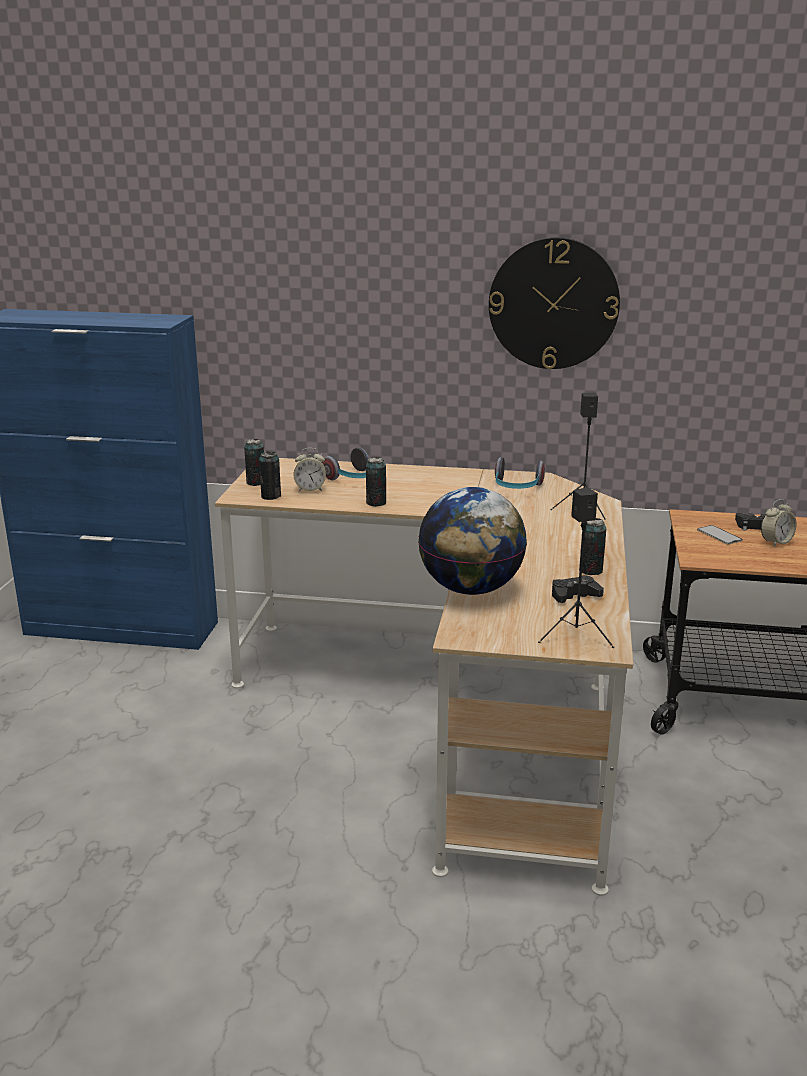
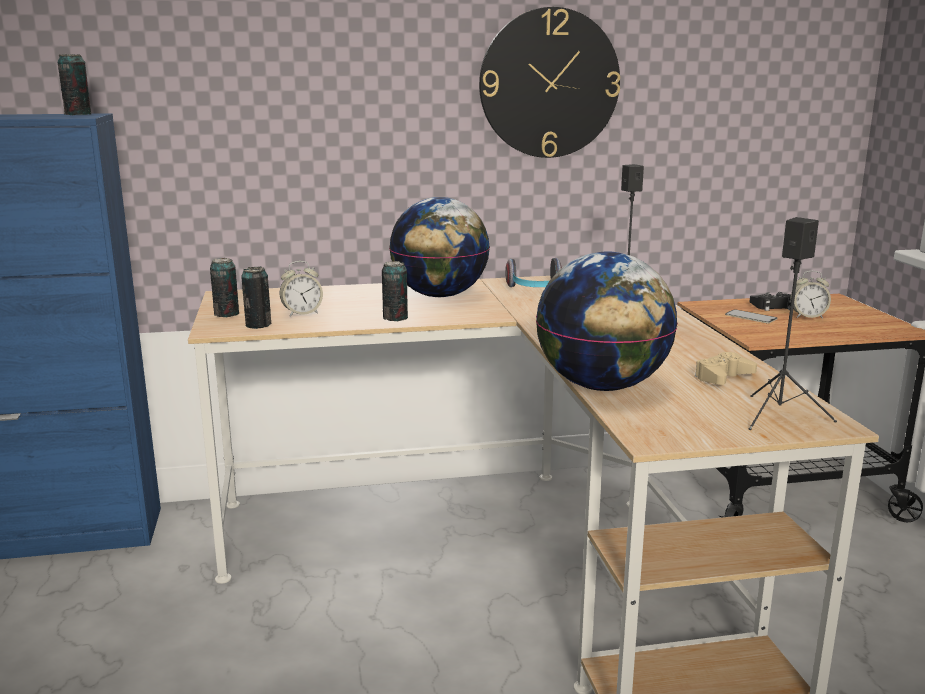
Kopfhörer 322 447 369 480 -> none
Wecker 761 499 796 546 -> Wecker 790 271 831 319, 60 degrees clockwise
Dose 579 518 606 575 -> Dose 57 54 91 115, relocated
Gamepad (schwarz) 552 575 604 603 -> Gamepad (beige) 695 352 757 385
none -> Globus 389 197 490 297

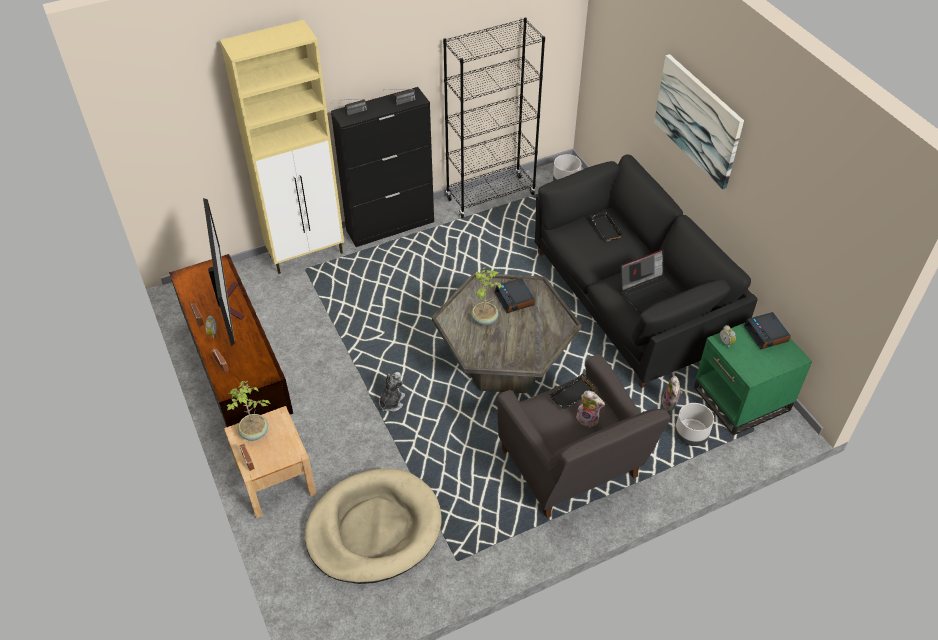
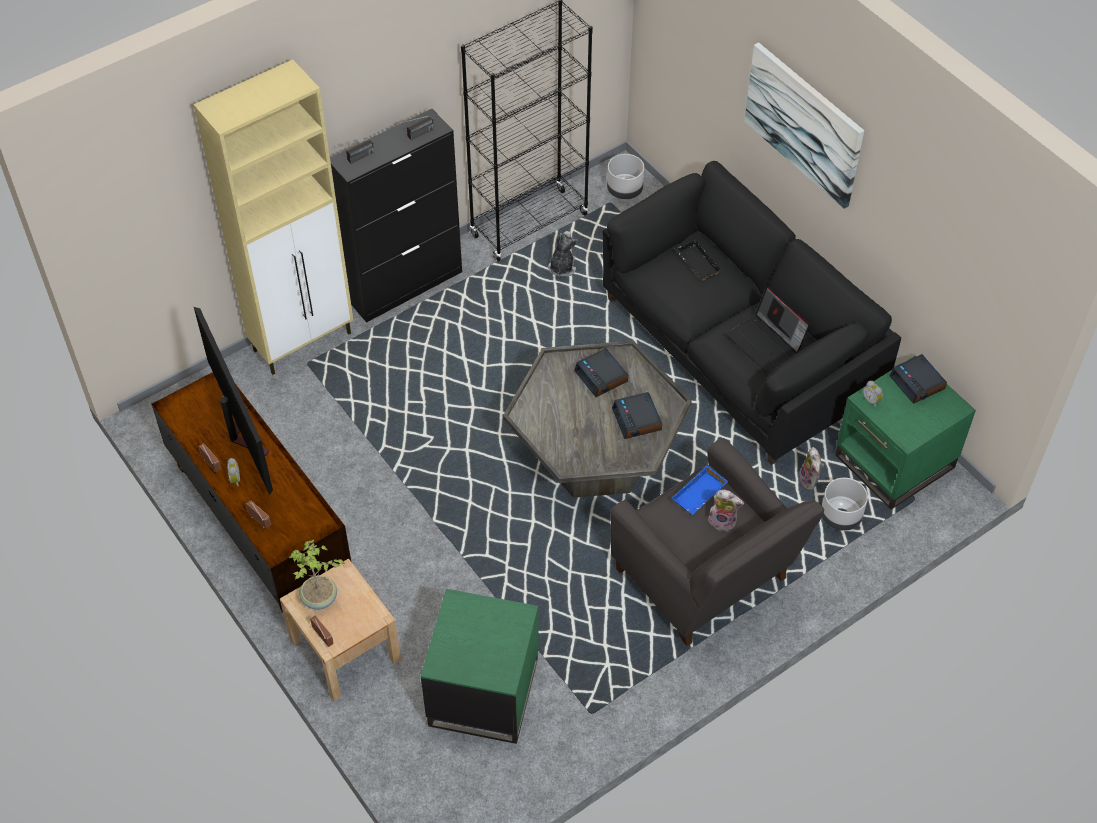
Laptop 621 249 679 313 -> Laptop 726 286 810 373, 90 degrees clockwise
Topfpflanze 471 267 503 325 -> none
Plüschtier 379 372 405 412 -> Plüschtier 548 231 578 277, relocated
Tablett (schwarz) 549 374 598 410 -> Tablett (blau) 671 465 728 515
Hundebett (beige) 305 469 442 584 -> Beistelltisch (grün) 421 589 539 744
none -> Wecker 612 392 662 439

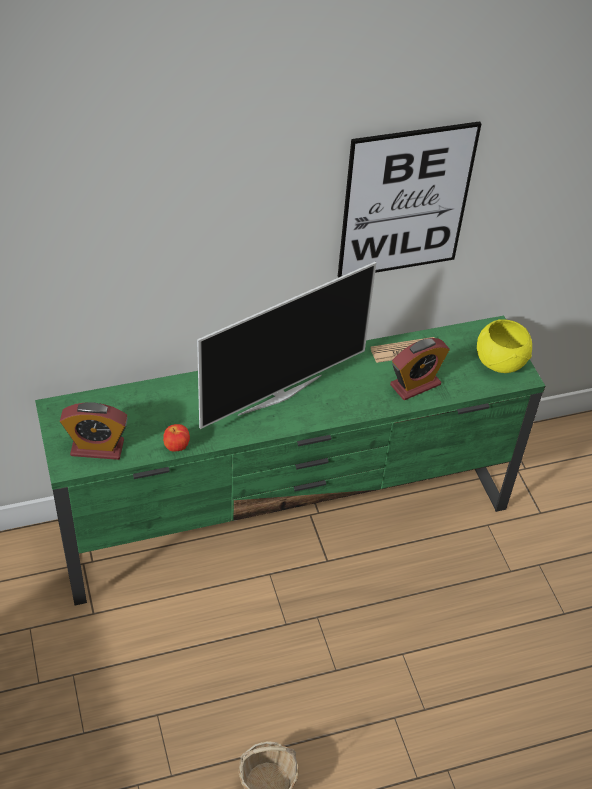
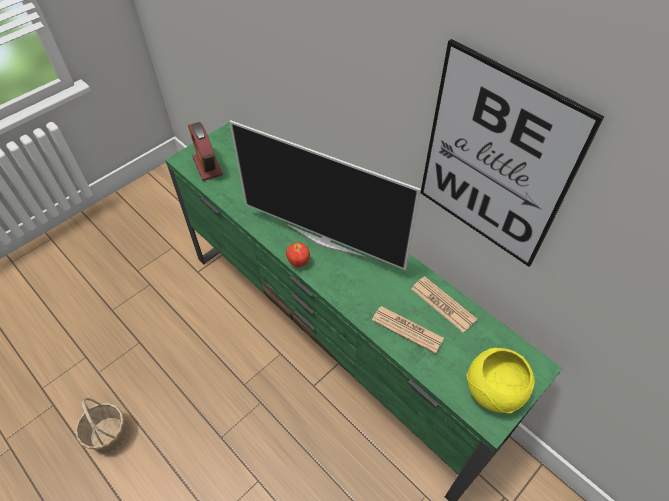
Wecker 390 338 450 400 -> Zeitung 372 306 444 354
Apfel 163 424 190 452 -> Apfel 286 243 310 267, relocated

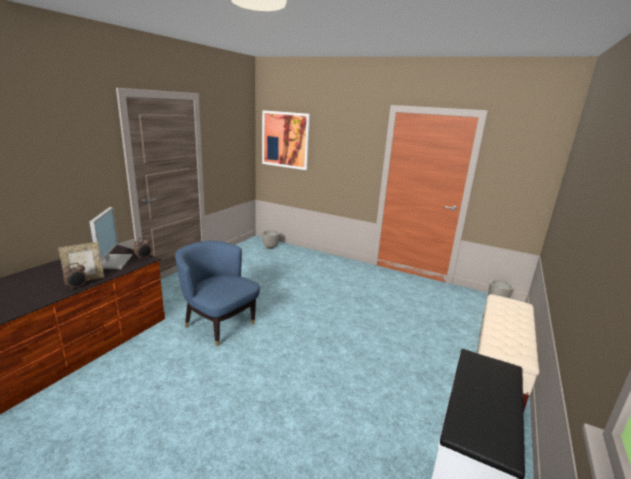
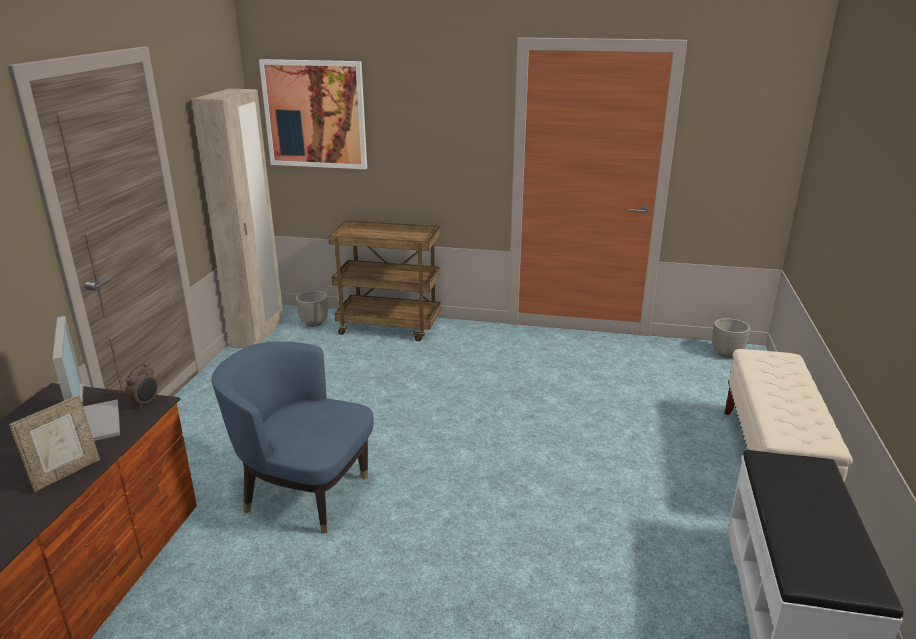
Wecker 63 263 87 290 -> none
none -> Kleiderschrank (beige) 191 89 283 349
none -> Rollwagen (braun) 328 220 441 341

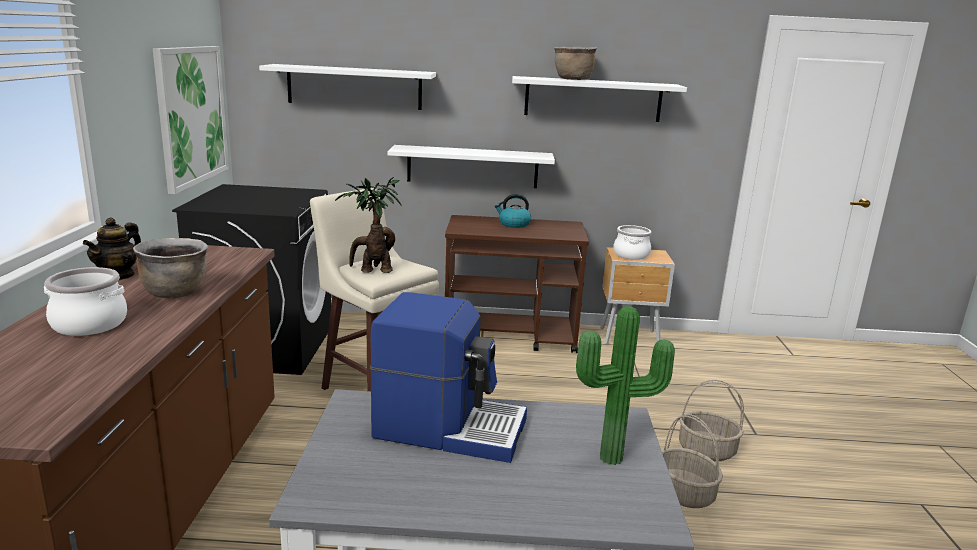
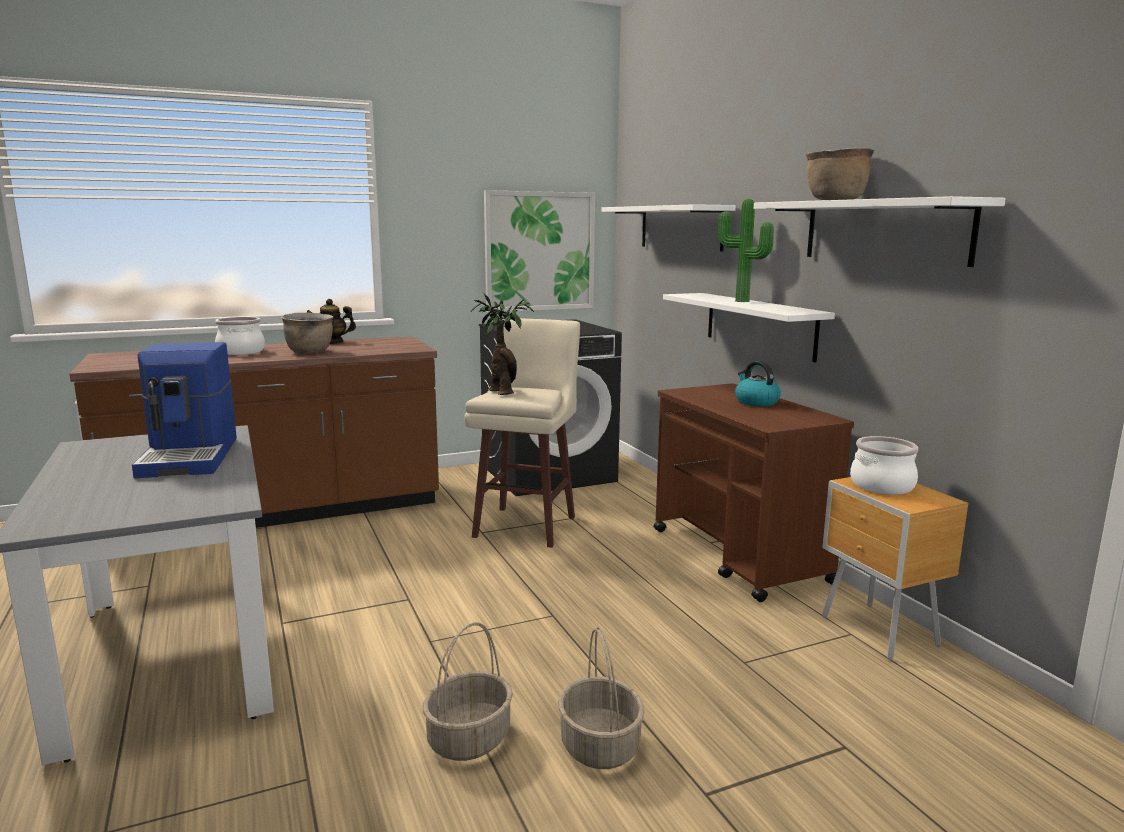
Topfpflanze 576 306 675 465 -> Topfpflanze 718 199 774 302, relocated

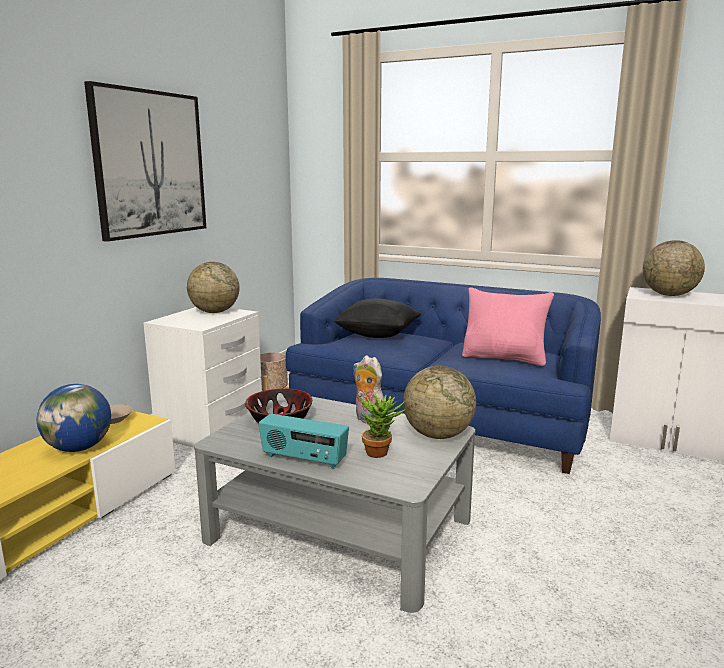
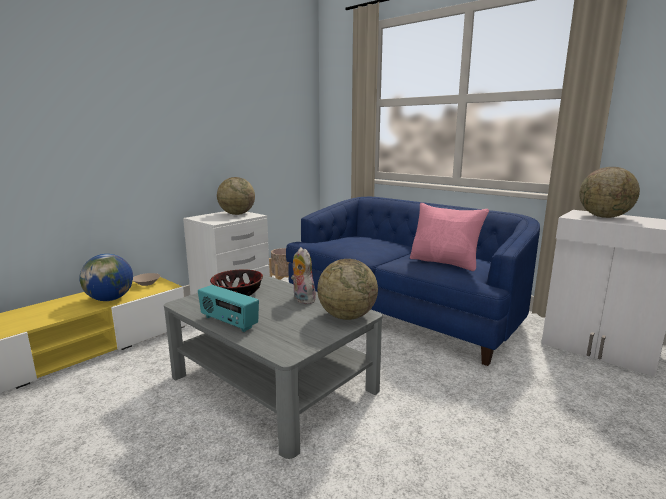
Bild 84 81 206 242 -> none
Kissen (schwarz) 333 299 421 338 -> none
Topfpflanze 360 391 406 458 -> none

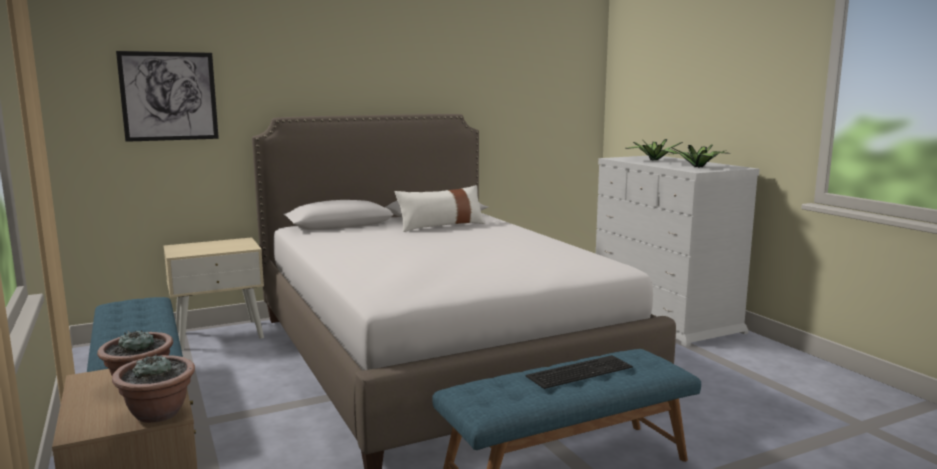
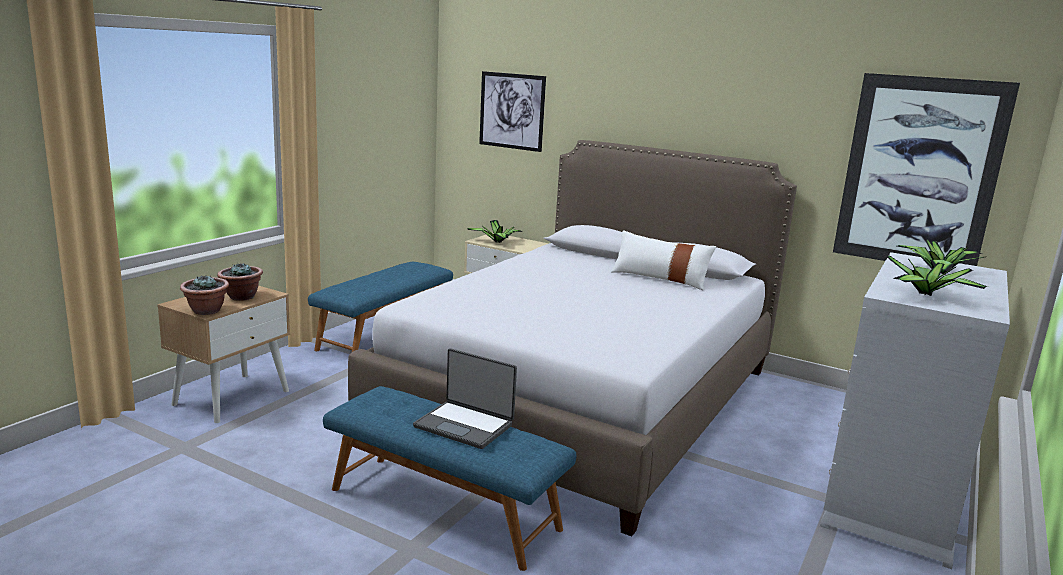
Tastatur 526 355 633 389 -> Laptop 413 348 517 449
none -> Bild 833 73 1020 266
none -> Topfpflanze 467 220 523 243

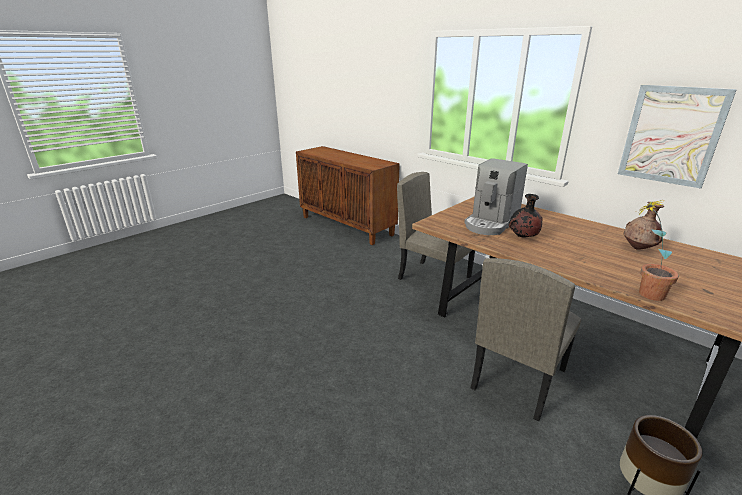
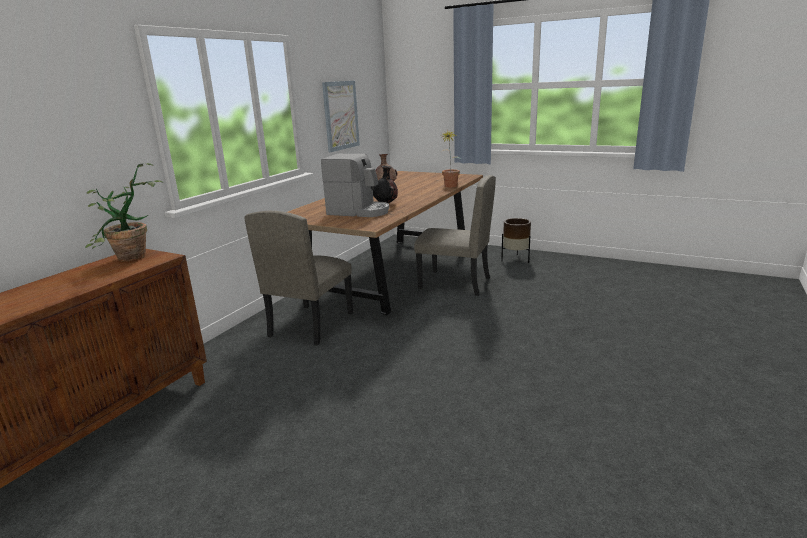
none -> Topfpflanze 85 163 164 261

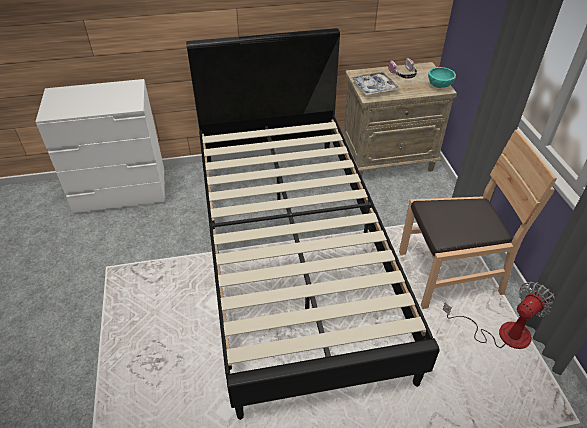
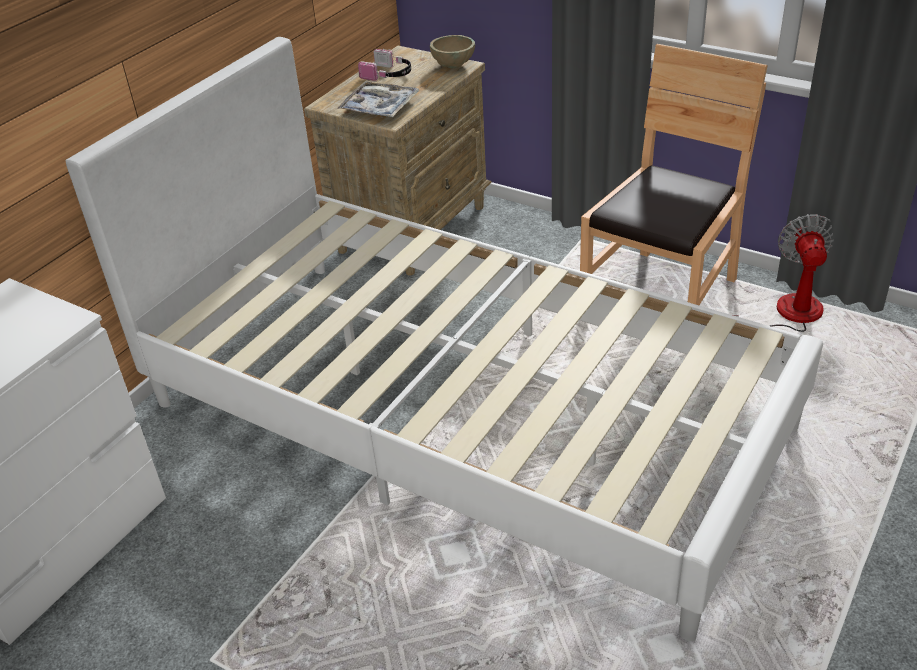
Bett (schwarz) 186 28 439 420 -> Bett (weiß) 66 37 823 641
Schüssel (türkis) 428 67 456 88 -> Schüssel (beige) 430 35 475 68

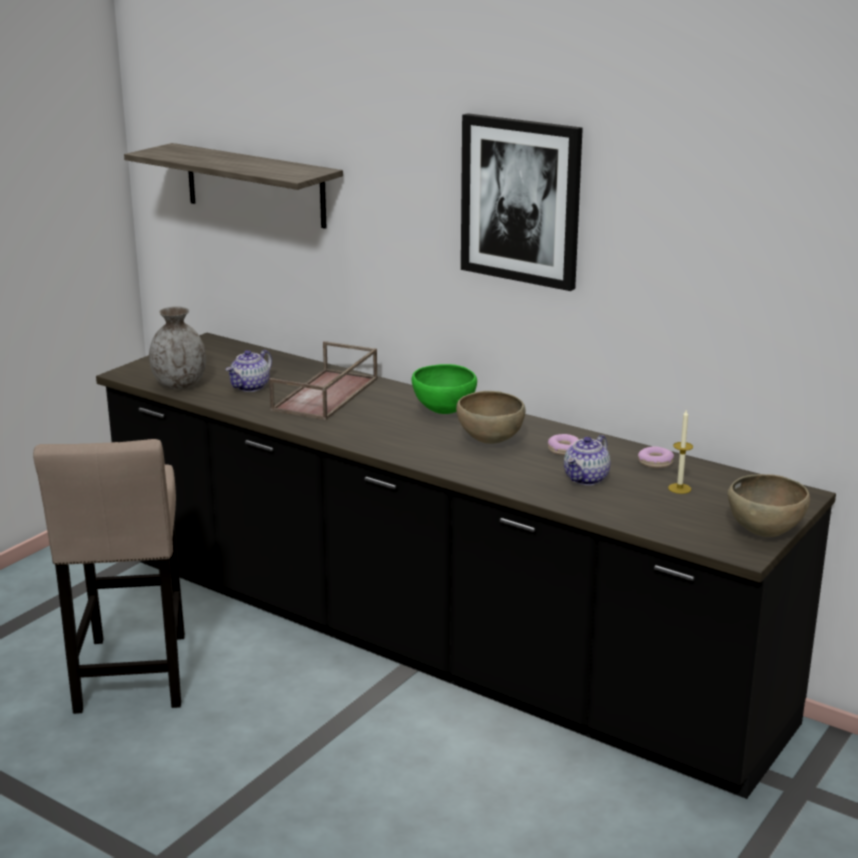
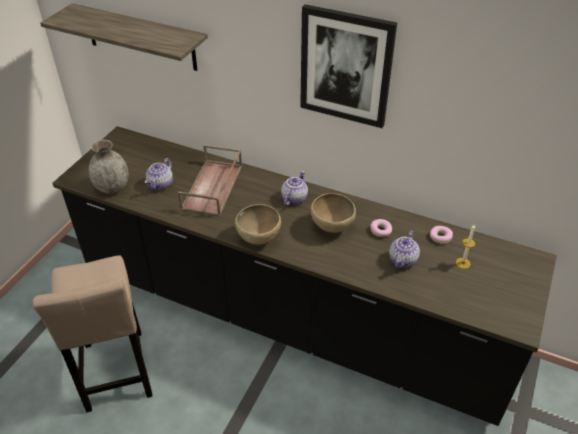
Schüssel (grün) 412 364 477 414 -> Teekanne 281 171 308 206
Schüssel (braun) 728 474 810 537 -> Schüssel (braun) 235 204 281 245, relocated

